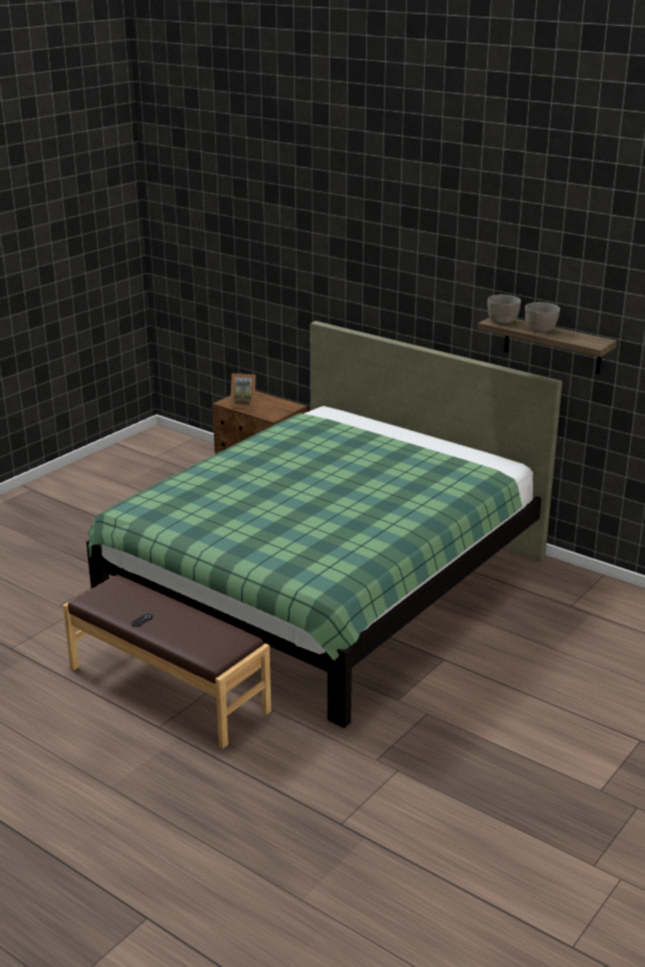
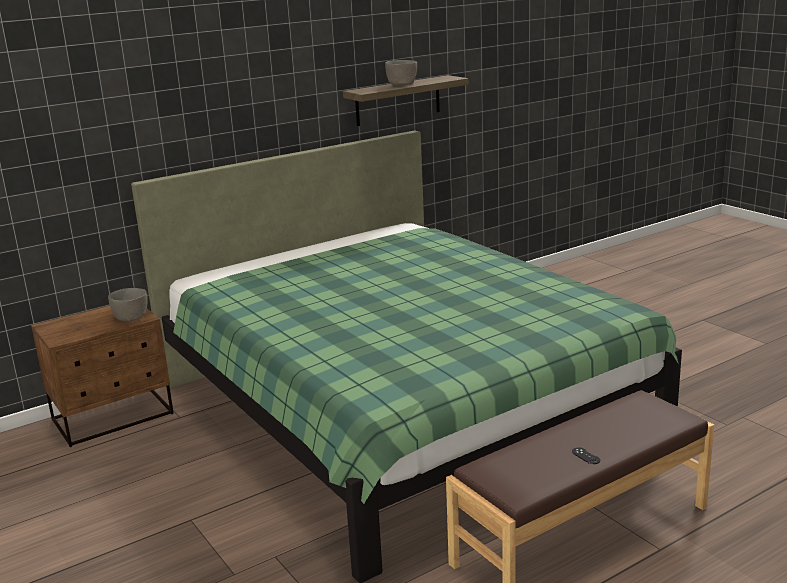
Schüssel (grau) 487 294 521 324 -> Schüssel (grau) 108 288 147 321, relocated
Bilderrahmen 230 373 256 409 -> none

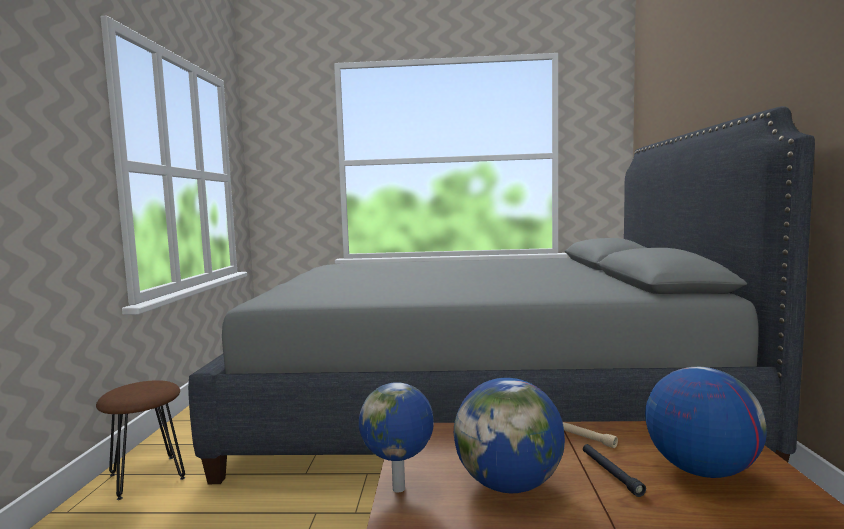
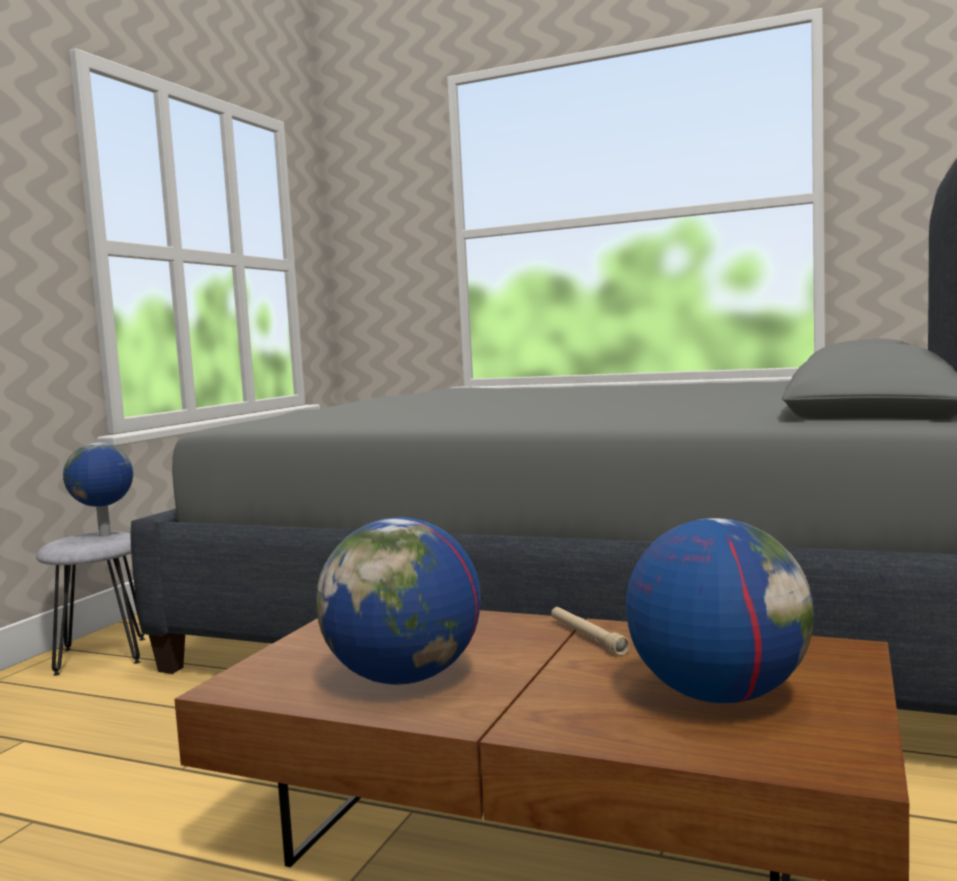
Hocker (braun) 96 380 185 500 -> Hocker (grau) 36 532 145 676
Globus 359 382 434 492 -> Globus 63 442 133 537, relocated
Taschenlampe (schwarz) 583 444 646 497 -> none

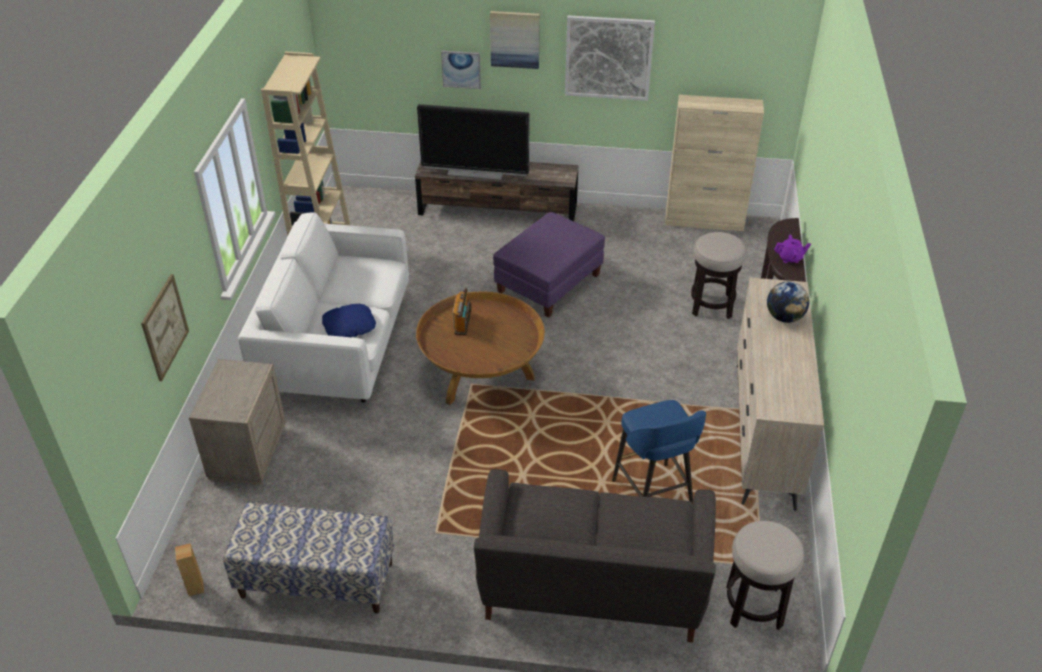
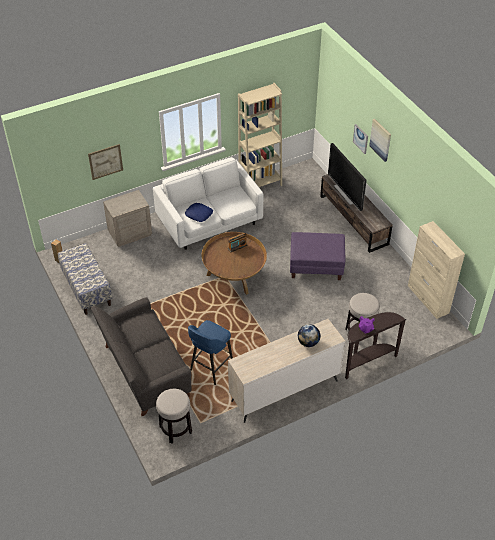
Bild 565 15 655 101 -> none

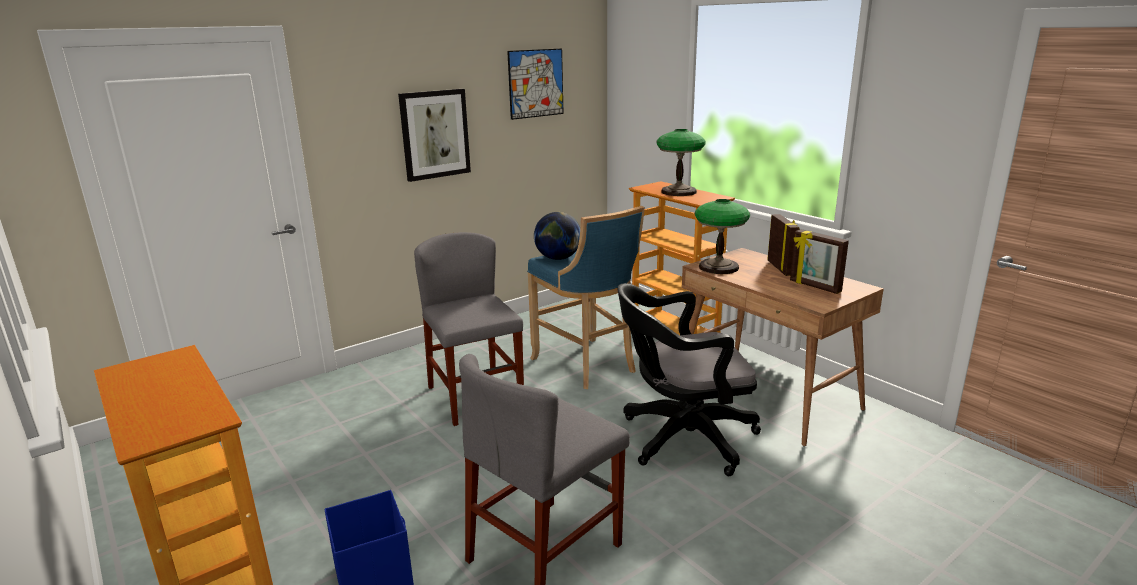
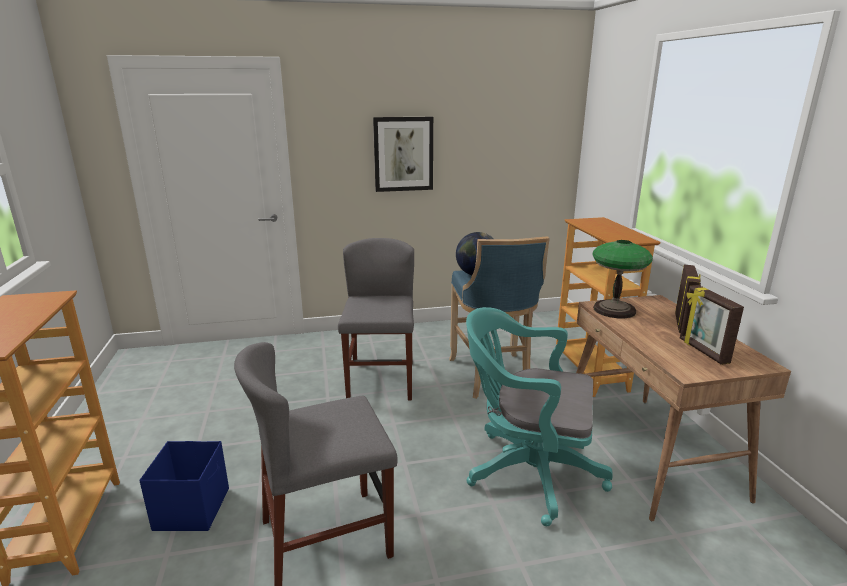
Bild 507 48 564 120 -> none
Tischlampe 656 129 706 196 -> none
Bürostuhl (schwarz) 617 283 761 476 -> Bürostuhl (türkis) 466 307 613 526

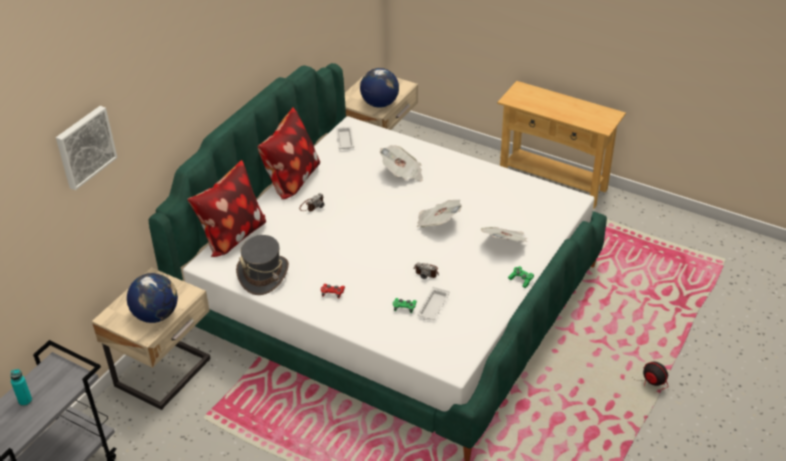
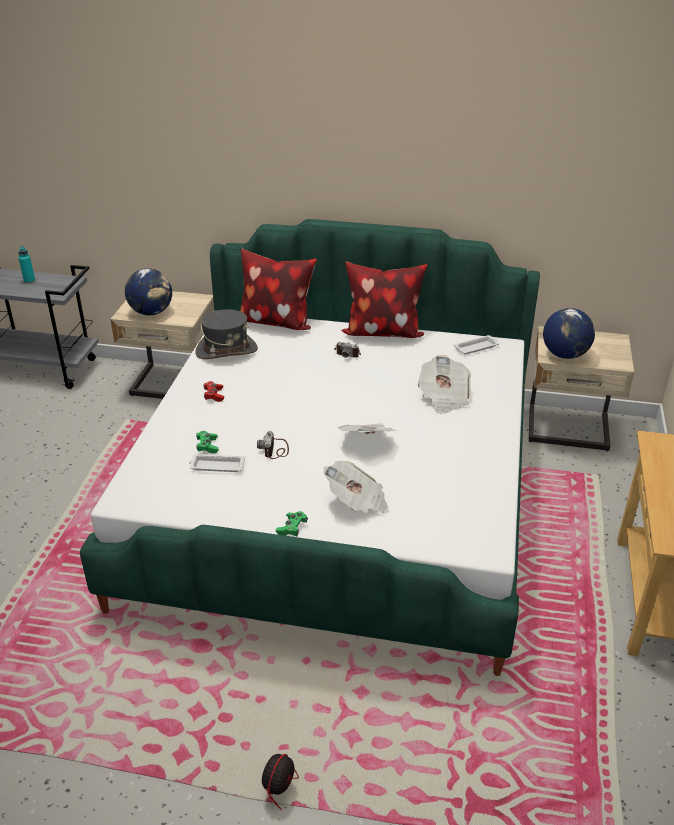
Bild 56 106 117 190 -> none

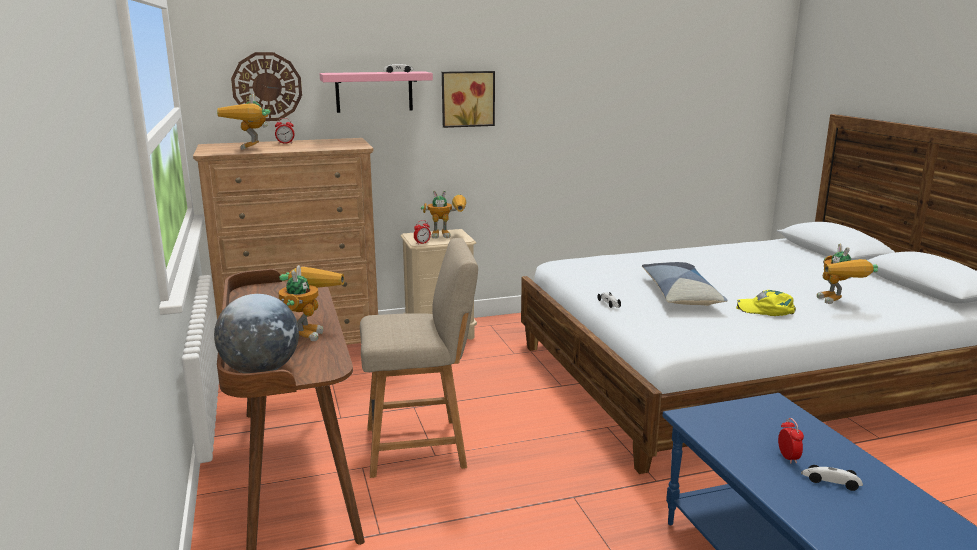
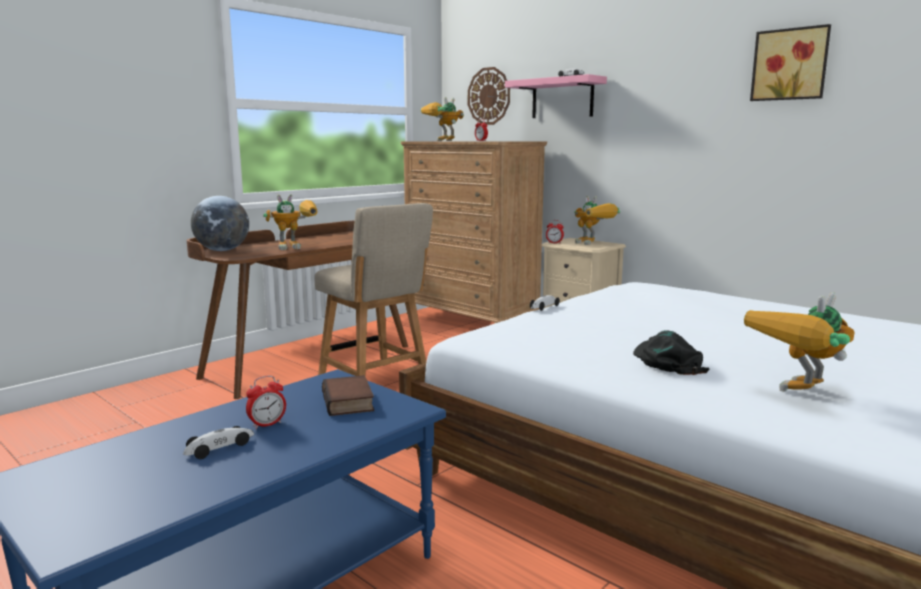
Bild 442 71 495 128 -> Bild 750 24 831 101, relocated
Kissen 642 262 728 306 -> none
Kappe (gelb) 736 290 796 316 -> Kappe (schwarz) 633 330 710 375
Spielzeugauto 801 465 863 491 -> Spielzeugauto 183 426 254 459, 60 degrees clockwise
none -> Buch 322 375 374 416

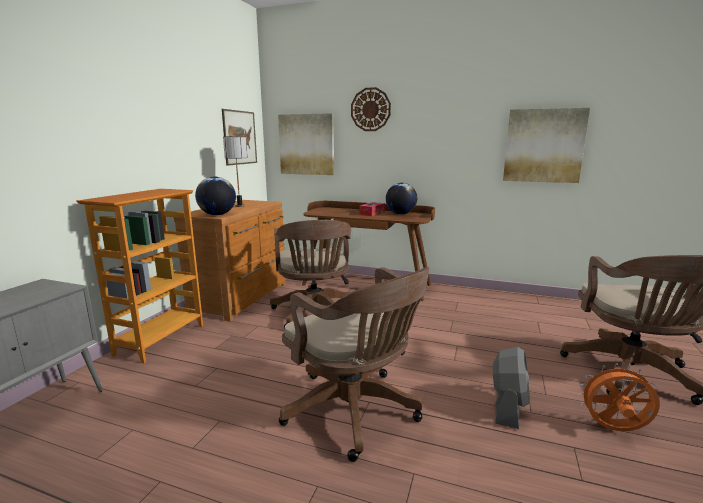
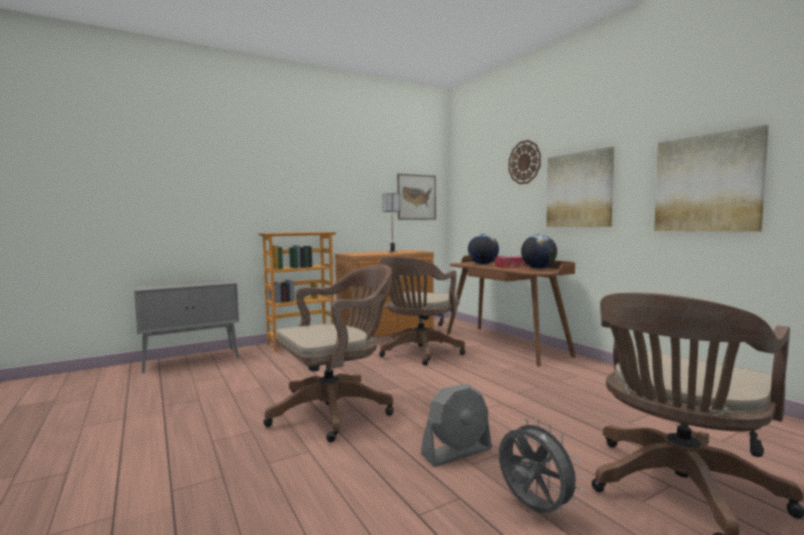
Bild 278 113 334 175 -> Bild 546 147 614 227, relocated
Globus 195 177 236 215 -> Globus 468 234 499 265, relocated
Bürostuhl (braun) 279 267 429 462 -> Bürostuhl (braun) 264 265 394 442, 120 degrees counterclockwise
Ventilator (orange) 578 363 660 431 -> Ventilator (grau) 499 419 583 513

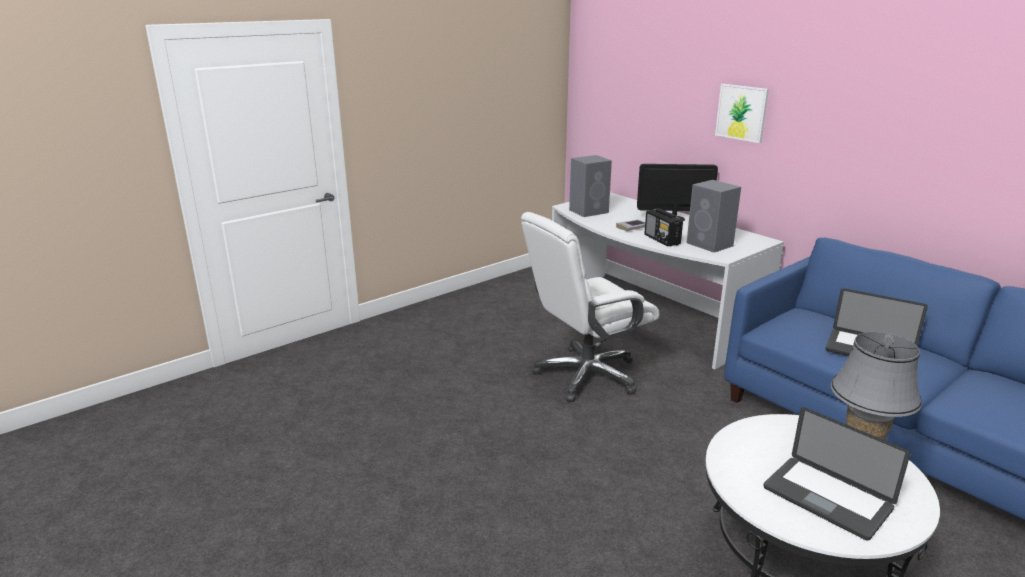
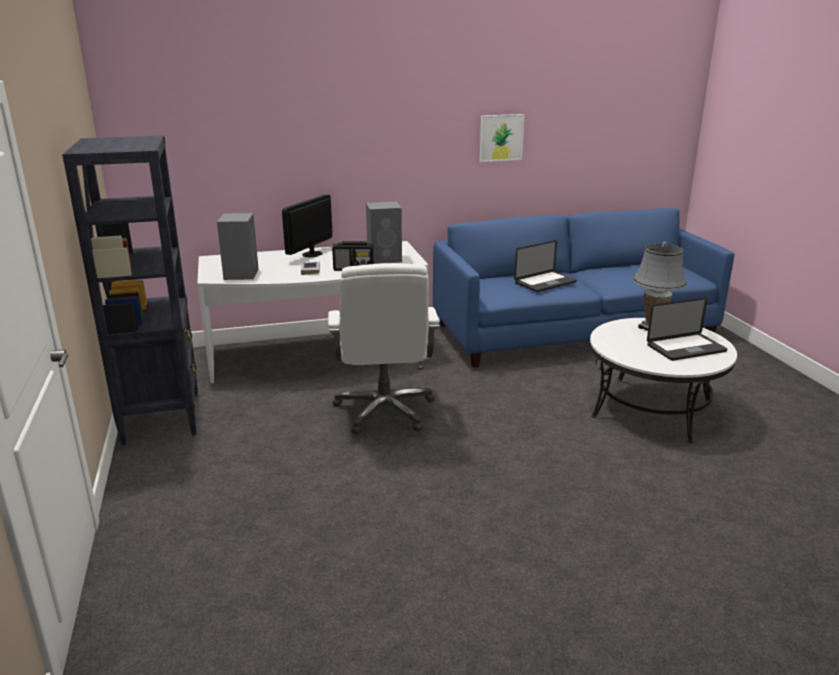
Bild 715 84 769 143 -> Bild 480 114 525 162, relocated
none -> Bücherregal (schwarz) 62 135 198 445

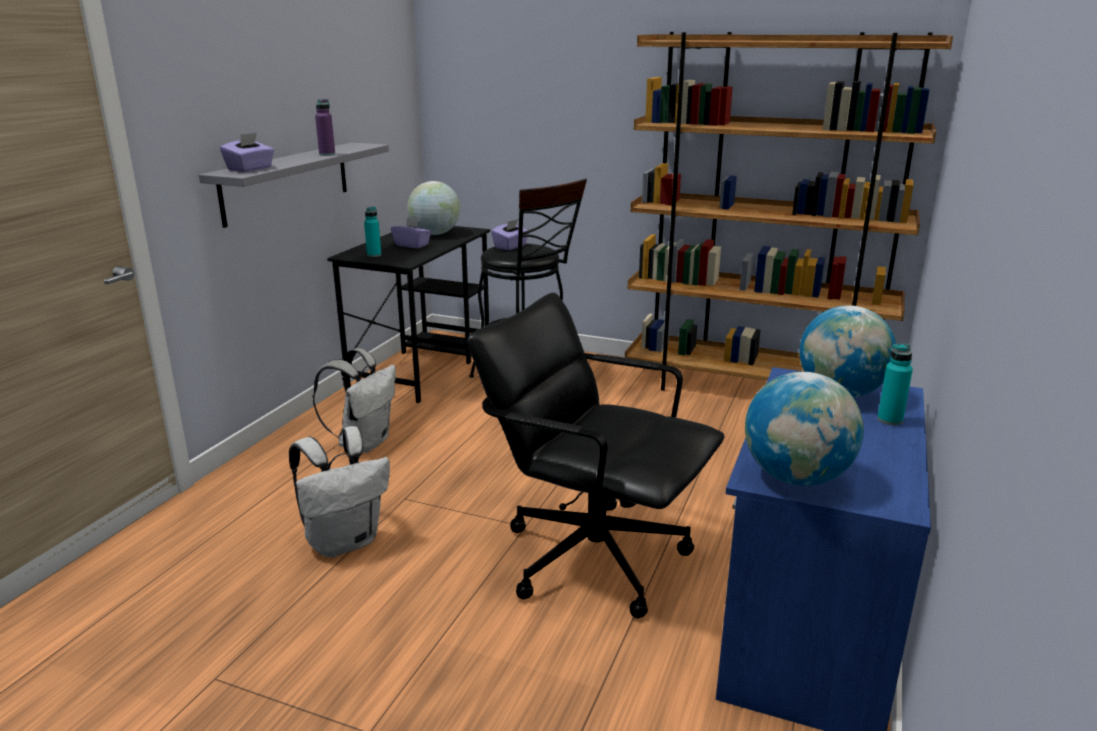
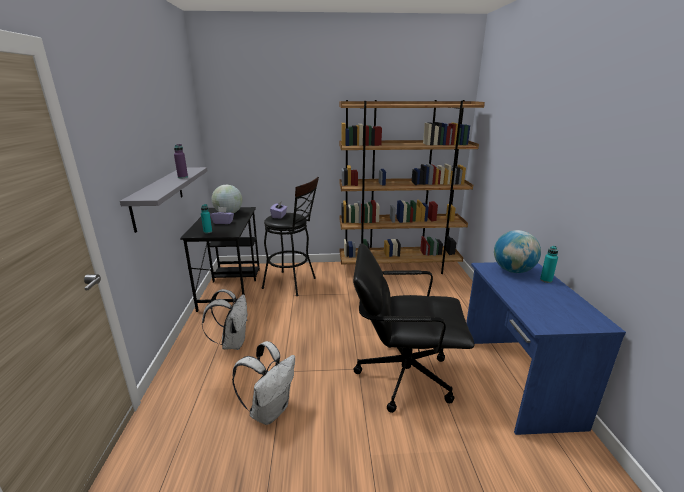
Taschentuchbox (lila) 220 133 274 172 -> none
Globus 745 372 864 486 -> none

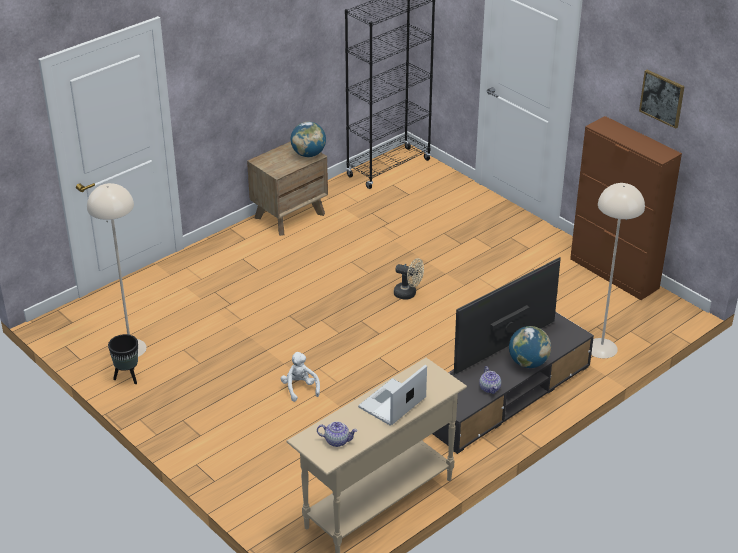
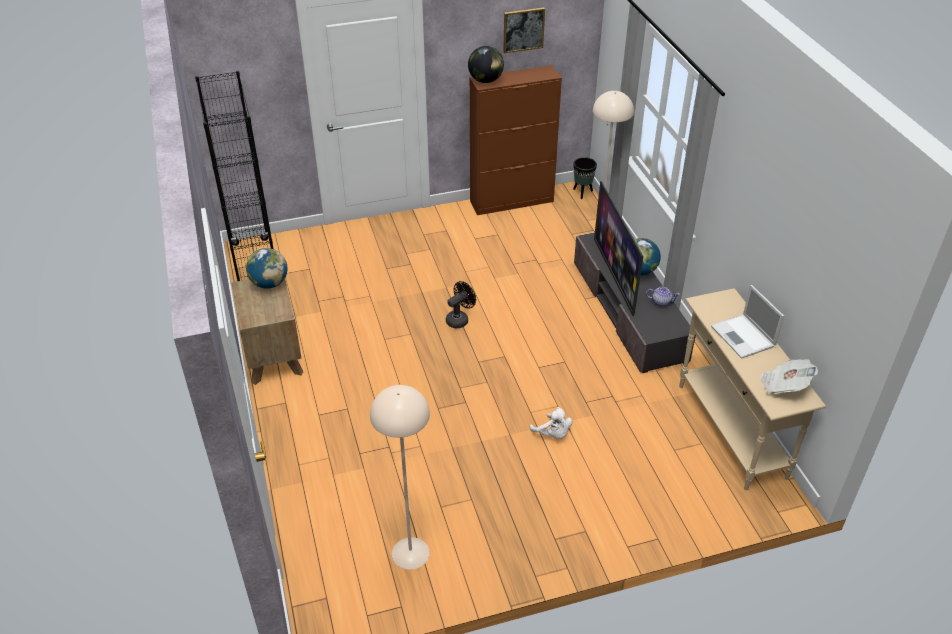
Ventilator (beige) 394 258 424 300 -> Ventilator (schwarz) 446 281 476 328
Pflanzkübel (schwarz) 108 334 138 384 -> Pflanzkübel (schwarz) 573 157 597 199, relocated
Plüschtier (weiß) 280 352 320 402 -> Plüschtier (weiß) 530 407 572 439, 135 degrees counterclockwise
Teekanne 317 421 358 447 -> Zeitung 759 359 818 394
none -> Globus 468 46 504 83

